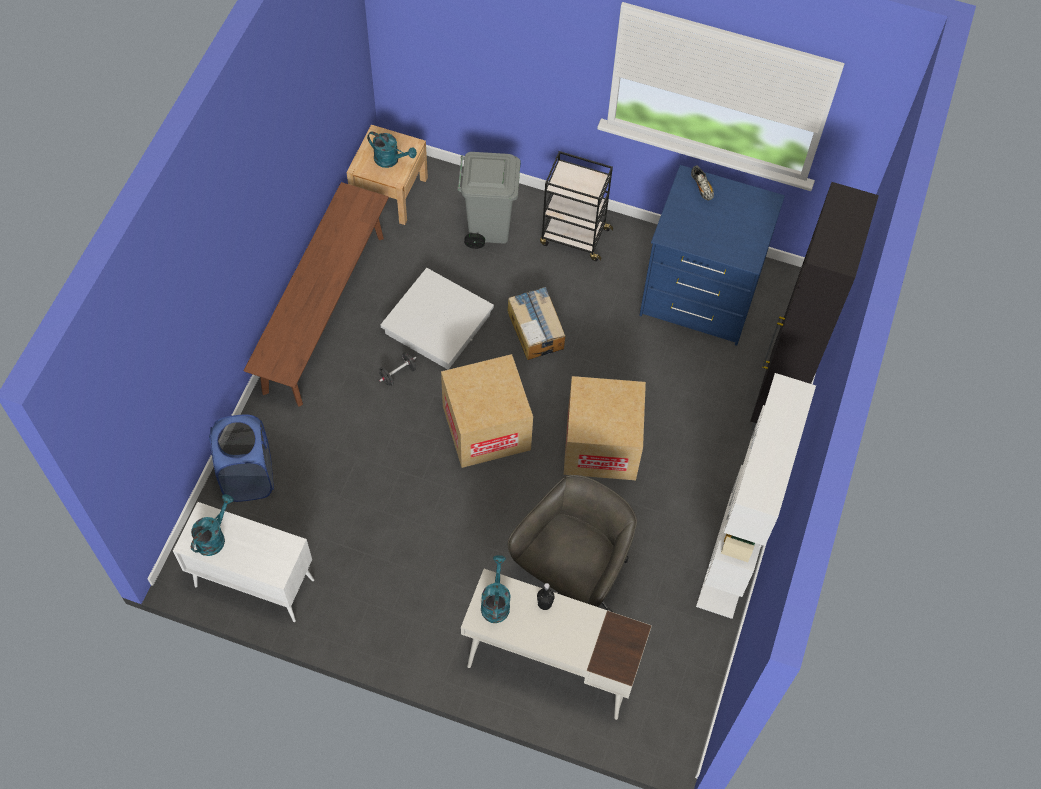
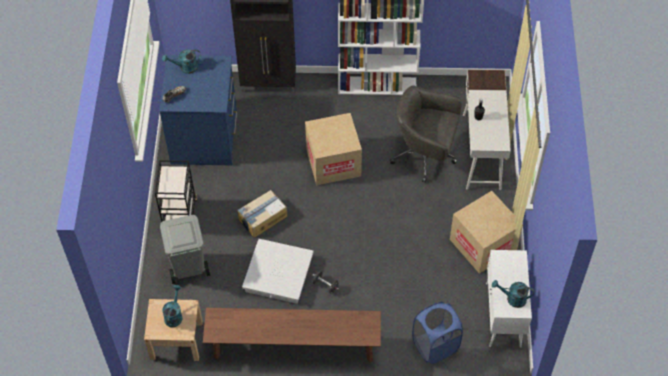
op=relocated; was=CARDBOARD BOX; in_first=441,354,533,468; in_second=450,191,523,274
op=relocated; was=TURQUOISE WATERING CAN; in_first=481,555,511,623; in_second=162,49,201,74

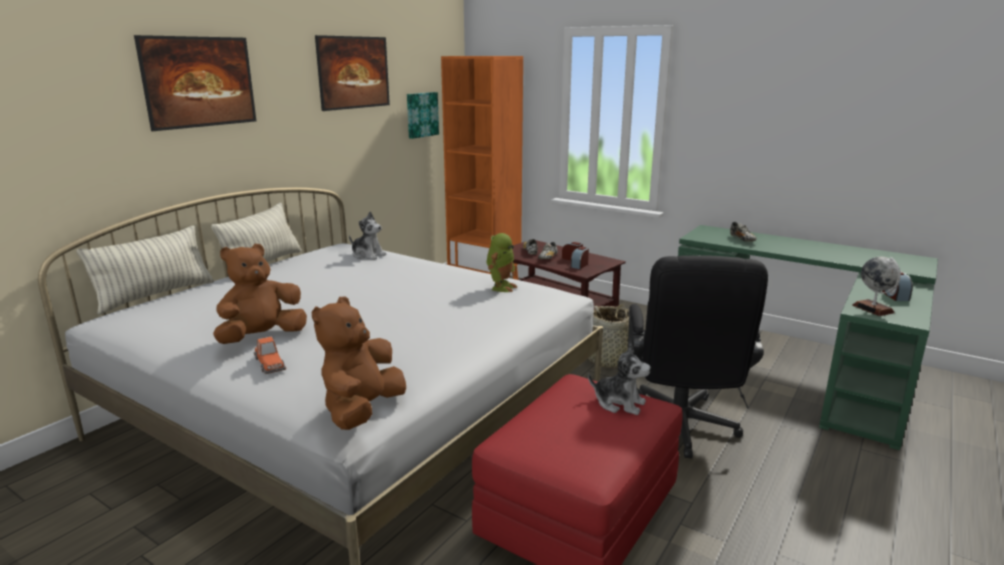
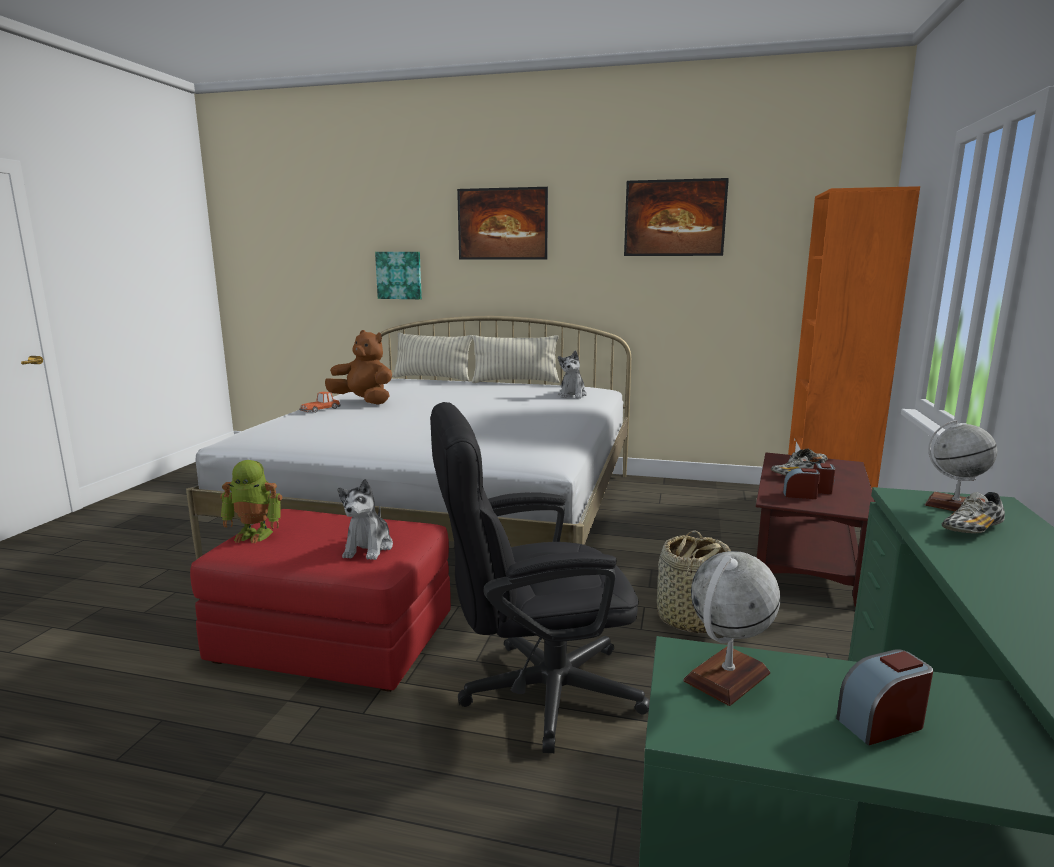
op=relocated; was=PICTURE; in_first=407,92,439,139; in_second=375,252,422,299
op=relocated; was=TOY ROBOT; in_first=487,233,518,292; in_second=220,460,282,543
op=missing; was=BROWN PLUSH TOY; in_first=312,296,406,430
op=appeared; now=GLOBE; in_second=925,420,997,511

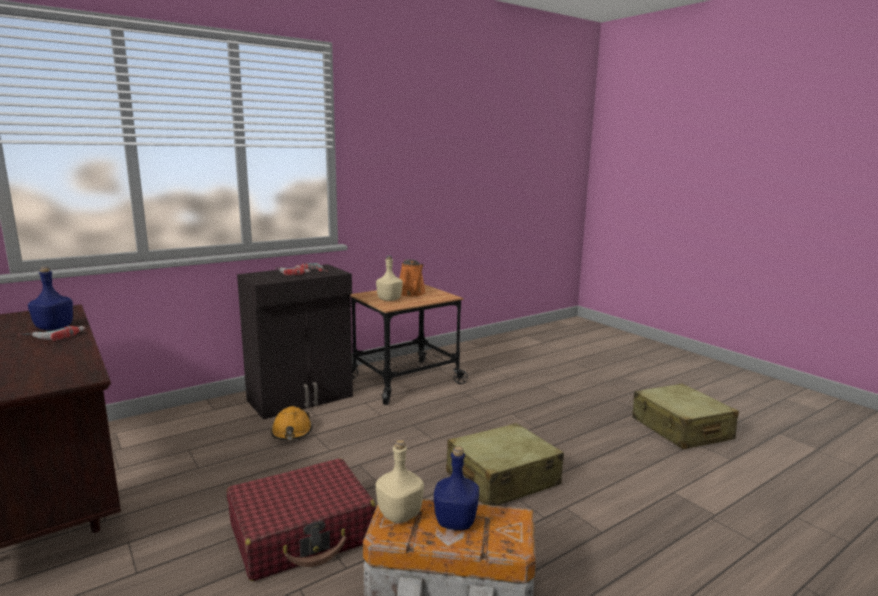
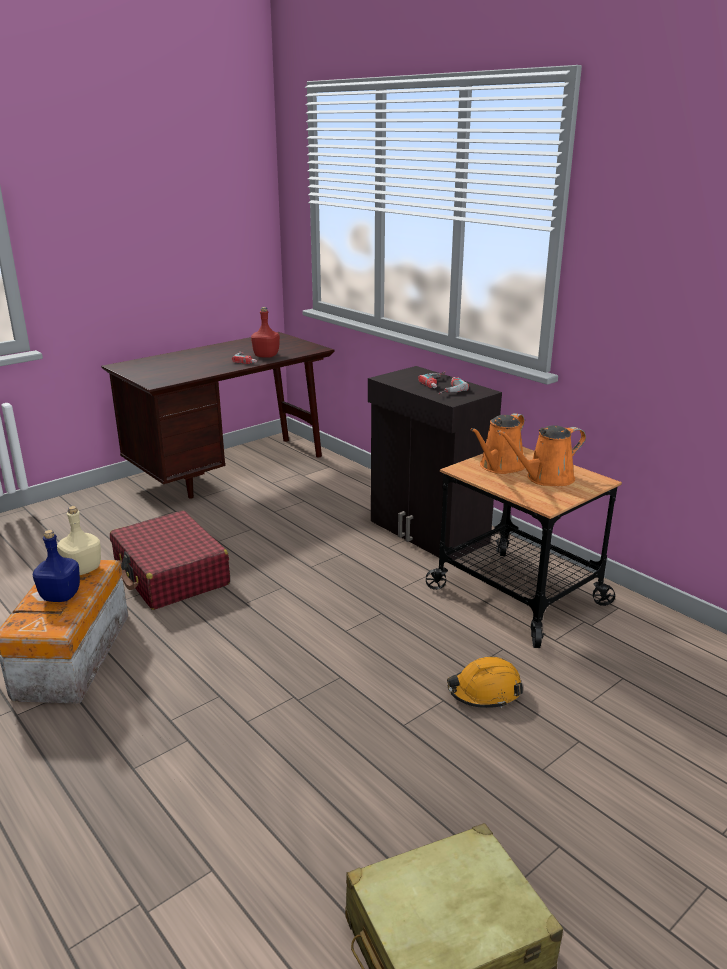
op=exchanged; was=BEIGE BOTTLE; now=ORANGE WATERING CAN; in_first=376,255,403,301; in_second=471,413,525,474
op=colour; was=BLUE BOTTLE; now=RED BOTTLE; in_first=28,266,73,330; in_second=251,307,280,358
op=relocated; was=ORANGE HARD HAT; in_first=271,406,313,440; in_second=447,657,523,708
op=missing; was=BEIGE SUITCASE; in_first=446,423,564,506

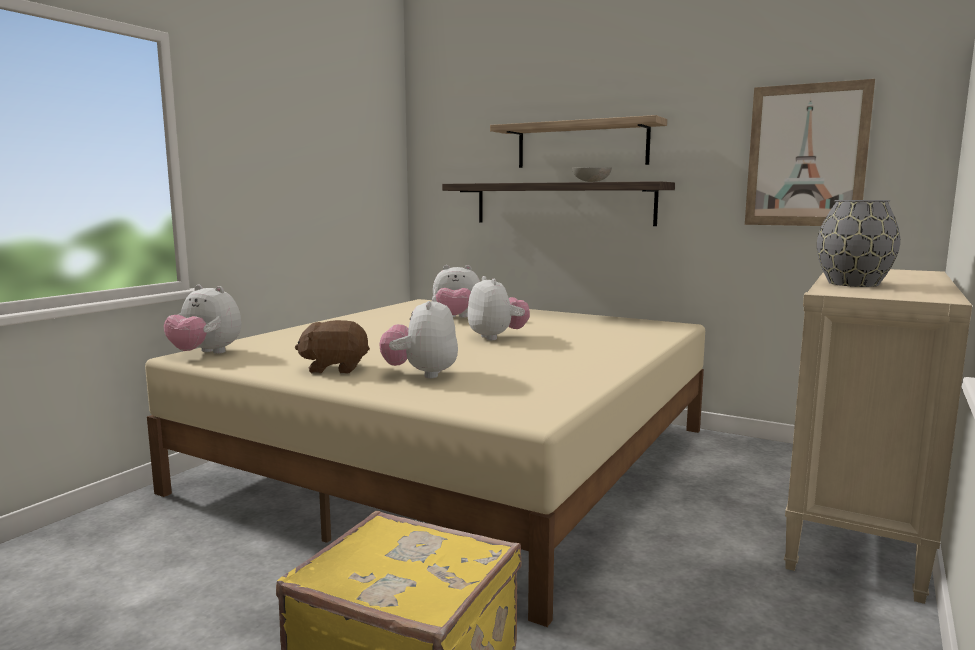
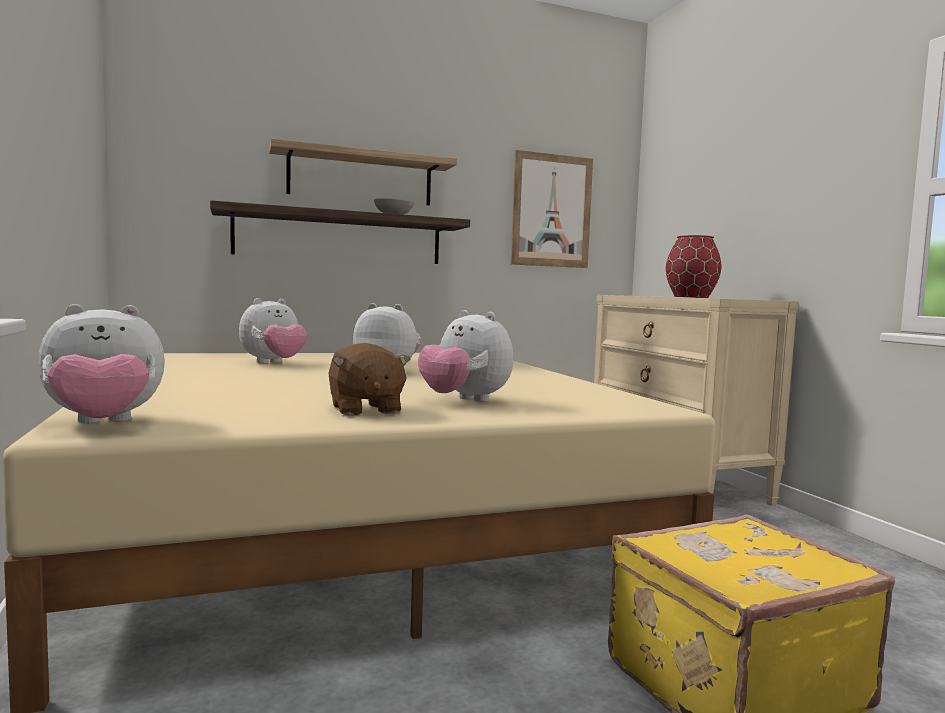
op=colour; was=GREY VASE; now=RED VASE; in_first=817,200,900,287; in_second=666,235,721,298
op=spun; was=BROWN PLUSH TOY; in_first=295,320,370,374; in_second=328,343,411,416; clockwise=-60

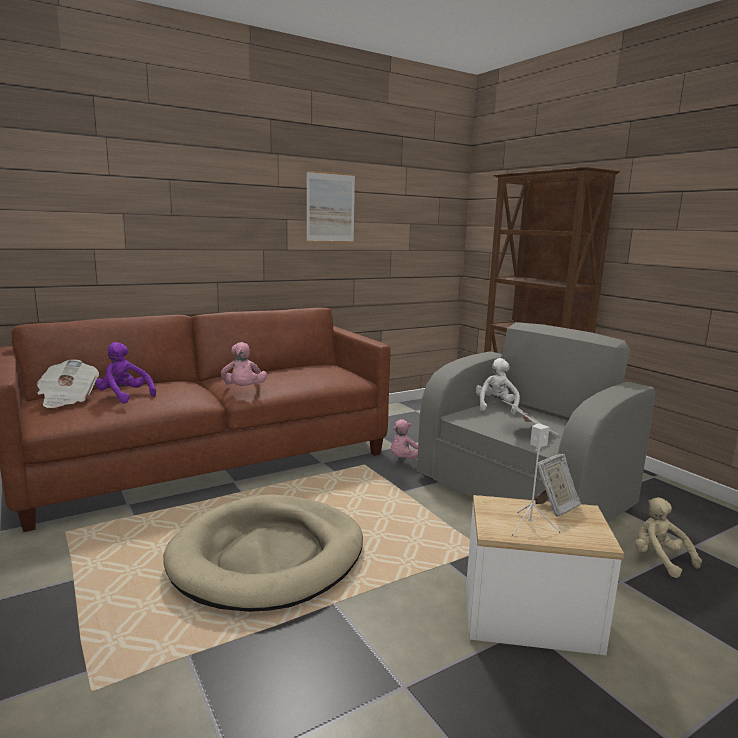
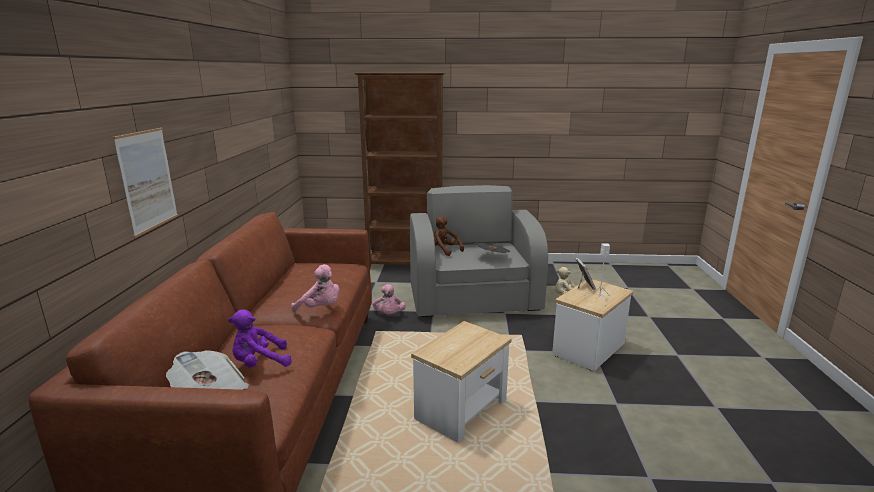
op=relocated; was=PICTURE; in_first=306,170,355,243; in_second=113,128,178,238
op=colour; was=WHITE PLUSH TOY; now=BROWN PLUSH TOY; in_first=476,358,520,415; in_second=434,216,464,256
op=exchanged; was=BEIGE DOG BED; now=SIDE TABLE; in_first=163,495,363,612; in_second=411,321,511,443

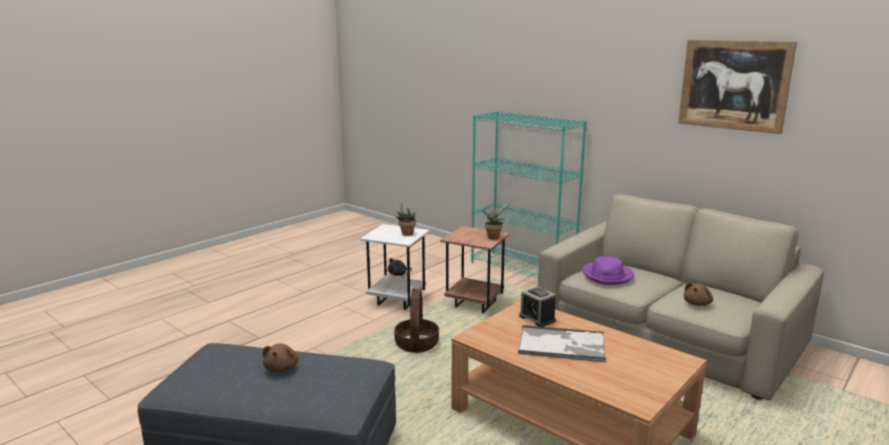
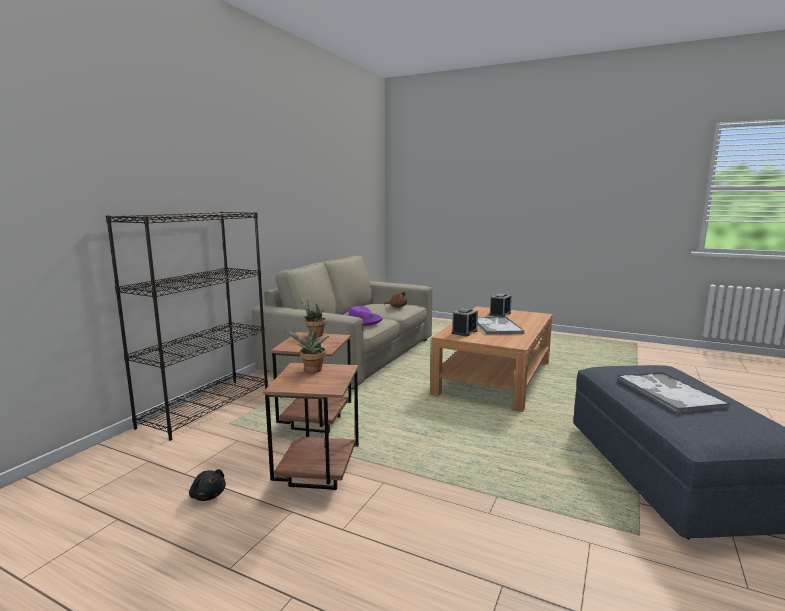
op=missing; was=PICTURE; in_first=678,40,797,134
op=colour; was=TURQUOISE BOOKCASE; now=BLACK BOOKCASE; in_first=471,111,587,278; in_second=106,212,268,441
op=colour; was=WHITE SIDE TABLE; now=BROWN SIDE TABLE; in_first=360,224,430,310; in_second=263,363,359,490
op=missing; was=BASKET; in_first=394,288,439,353
op=exchanged; was=BROWN PLUSH TOY; now=TRAY; in_first=263,343,299,372; in_second=617,372,730,413
op=appeared; now=ALARM CLOCK; in_second=489,293,512,317

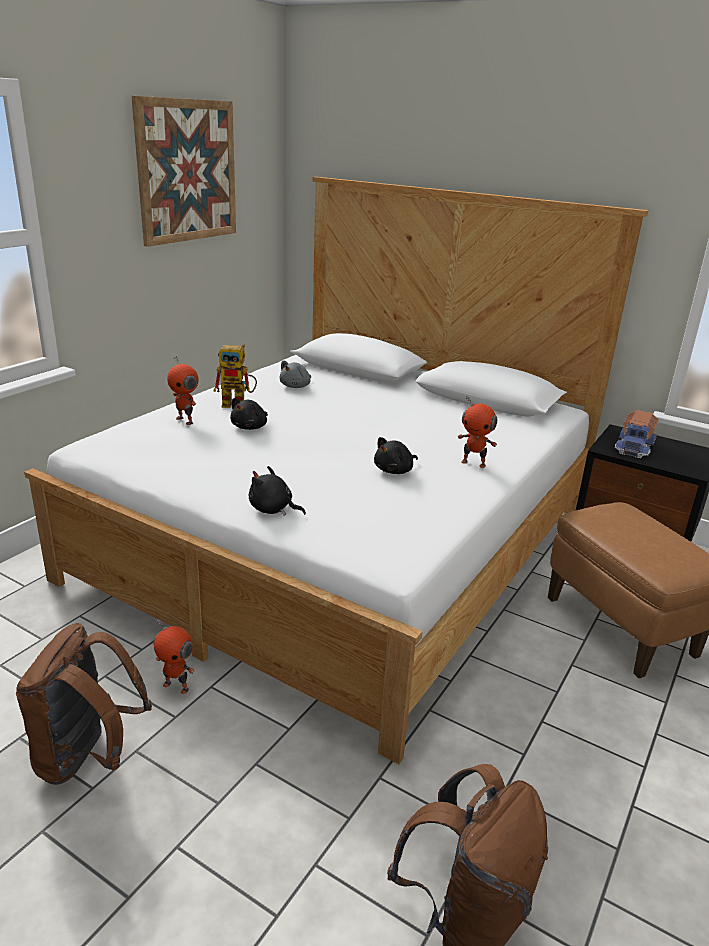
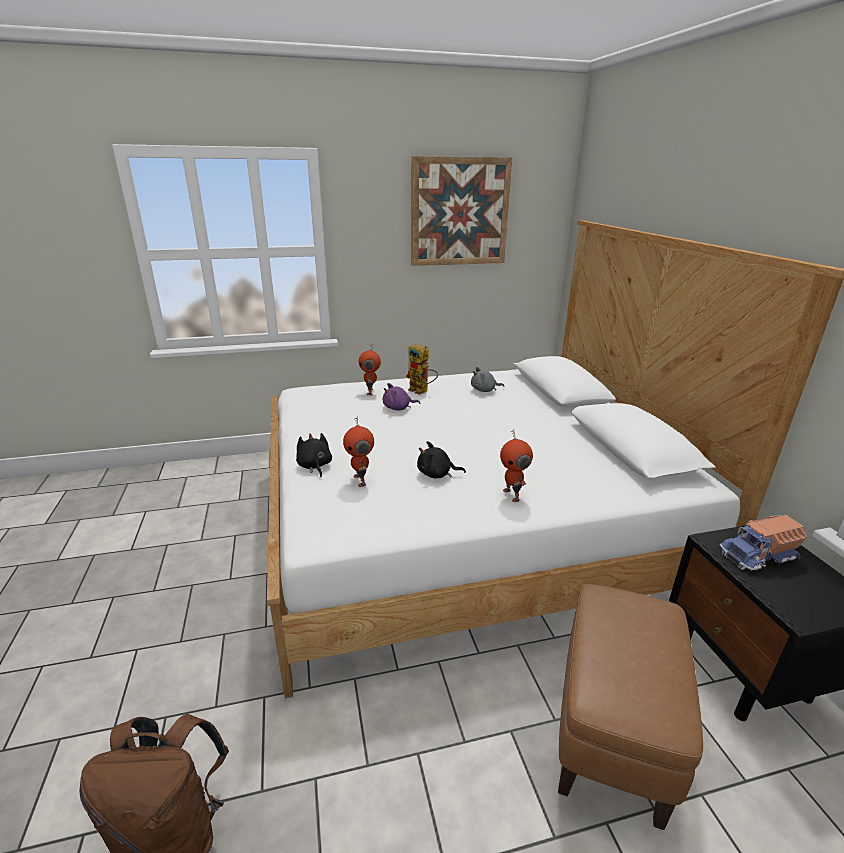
op=colour; was=BLACK PLUSH TOY; now=PURPLE PLUSH TOY; in_first=230,398,268,430; in_second=383,383,420,411
op=relocated; was=TOY ROBOT; in_first=153,618,195,694; in_second=343,416,374,487
op=missing; was=BROWN BACKPACK; in_first=16,623,152,785

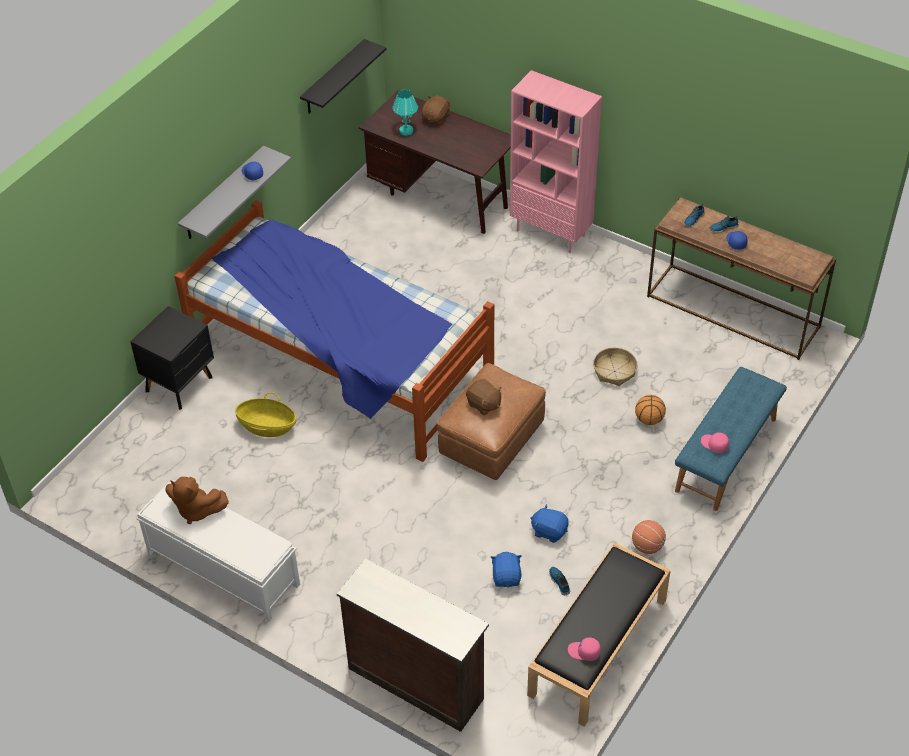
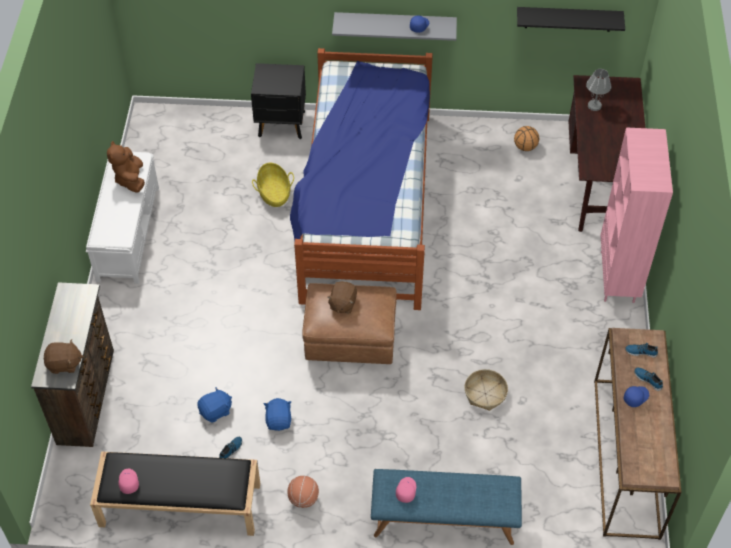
op=colour; was=TURQUOISE TABLE LAMP; now=GREY TABLE LAMP; in_first=392,90,418,136; in_second=586,69,612,111
op=relocated; was=BROWN PLUSH TOY; in_first=422,95,451,125; in_second=44,339,84,374
op=relocated; was=BASKETBALL; in_first=635,395,666,425; in_second=514,126,539,151

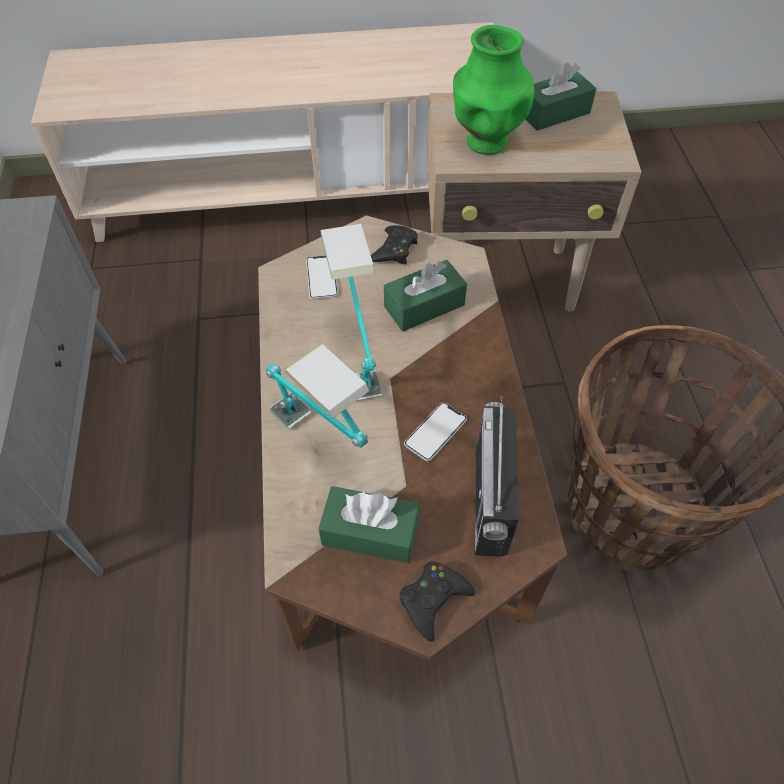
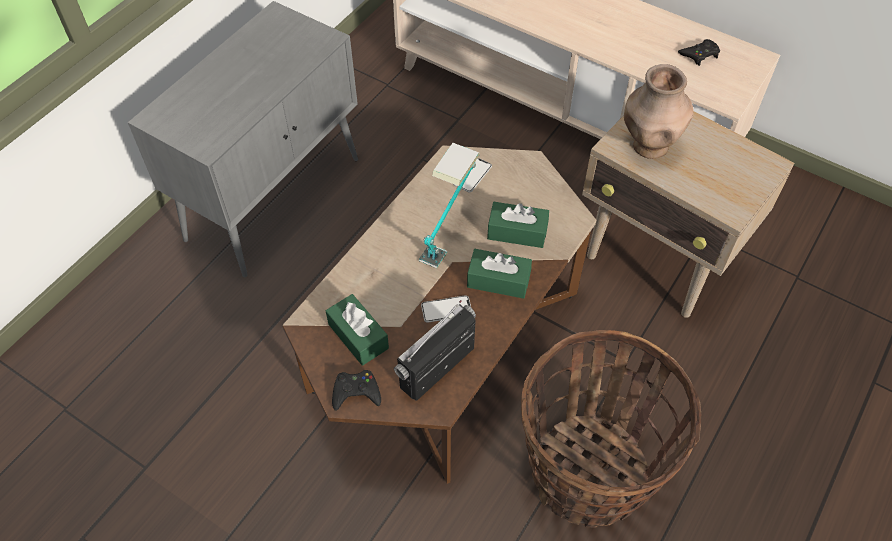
op=colour; was=GREEN VASE; now=BROWN VASE; in_first=453,25,534,155; in_second=624,64,694,159
op=relocated; was=GREEN TISSUE BOX; in_first=525,62,596,131; in_second=467,249,532,299
op=relocated; was=BLACK GAME CONTROLLER; in_first=371,225,418,264; in_second=678,39,720,66
op=missing; was=TABLE LAMP; in_first=266,344,369,448

